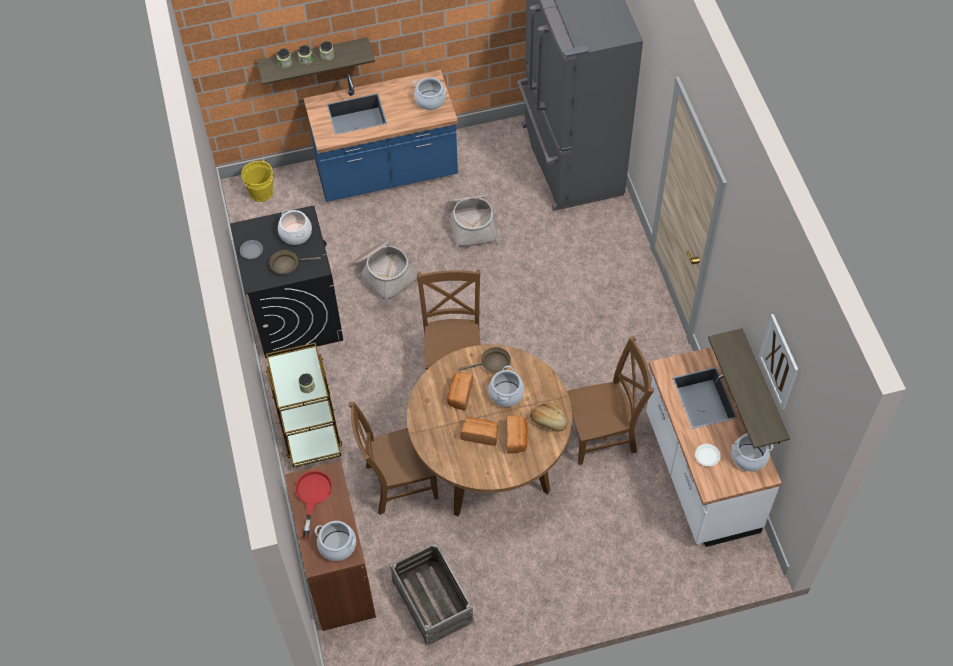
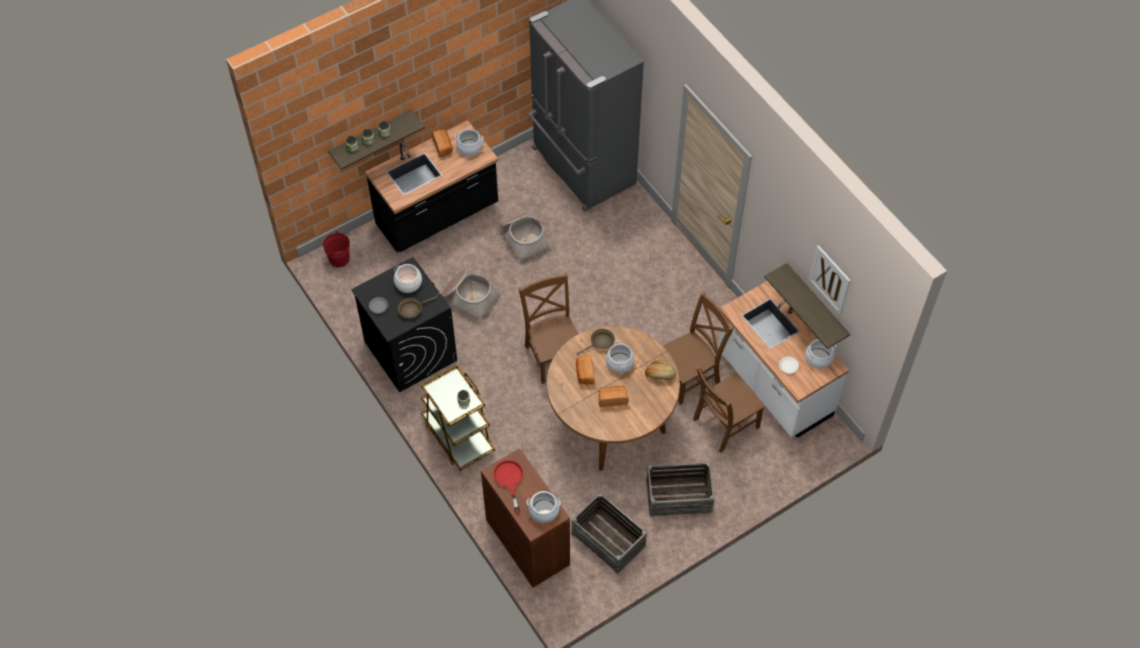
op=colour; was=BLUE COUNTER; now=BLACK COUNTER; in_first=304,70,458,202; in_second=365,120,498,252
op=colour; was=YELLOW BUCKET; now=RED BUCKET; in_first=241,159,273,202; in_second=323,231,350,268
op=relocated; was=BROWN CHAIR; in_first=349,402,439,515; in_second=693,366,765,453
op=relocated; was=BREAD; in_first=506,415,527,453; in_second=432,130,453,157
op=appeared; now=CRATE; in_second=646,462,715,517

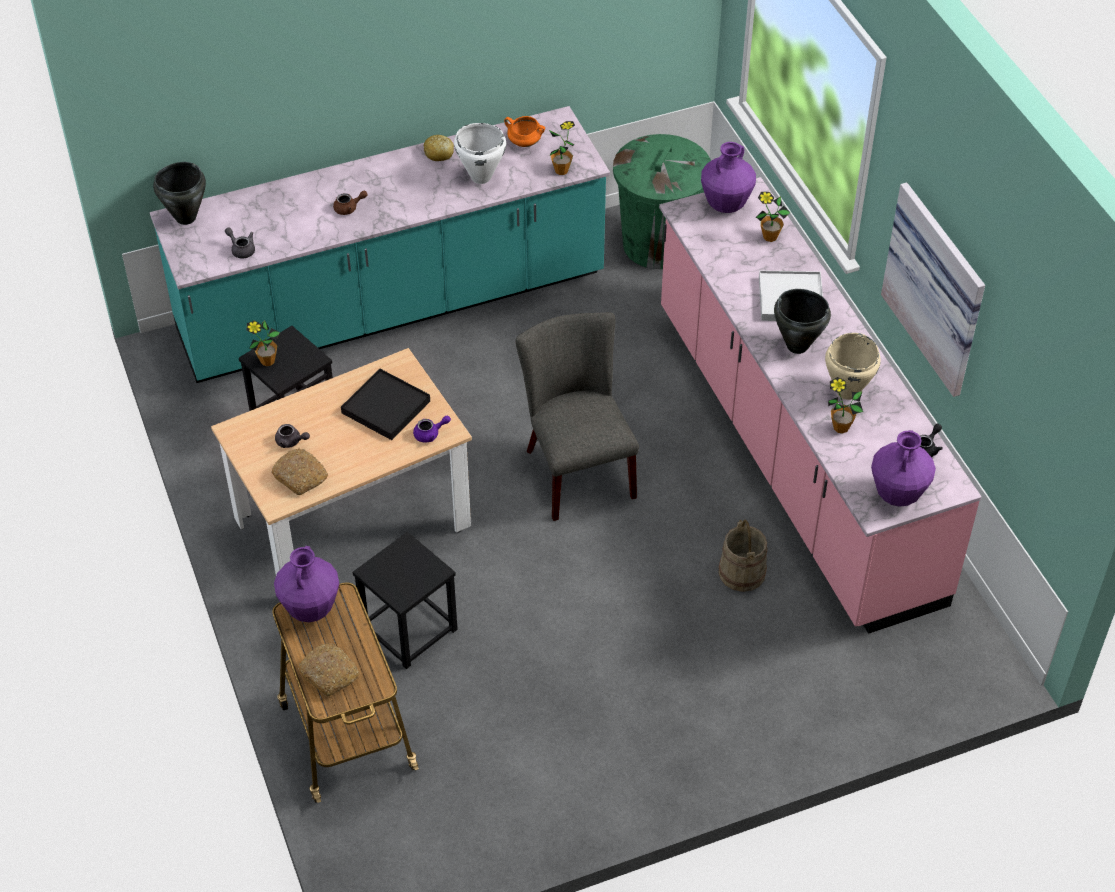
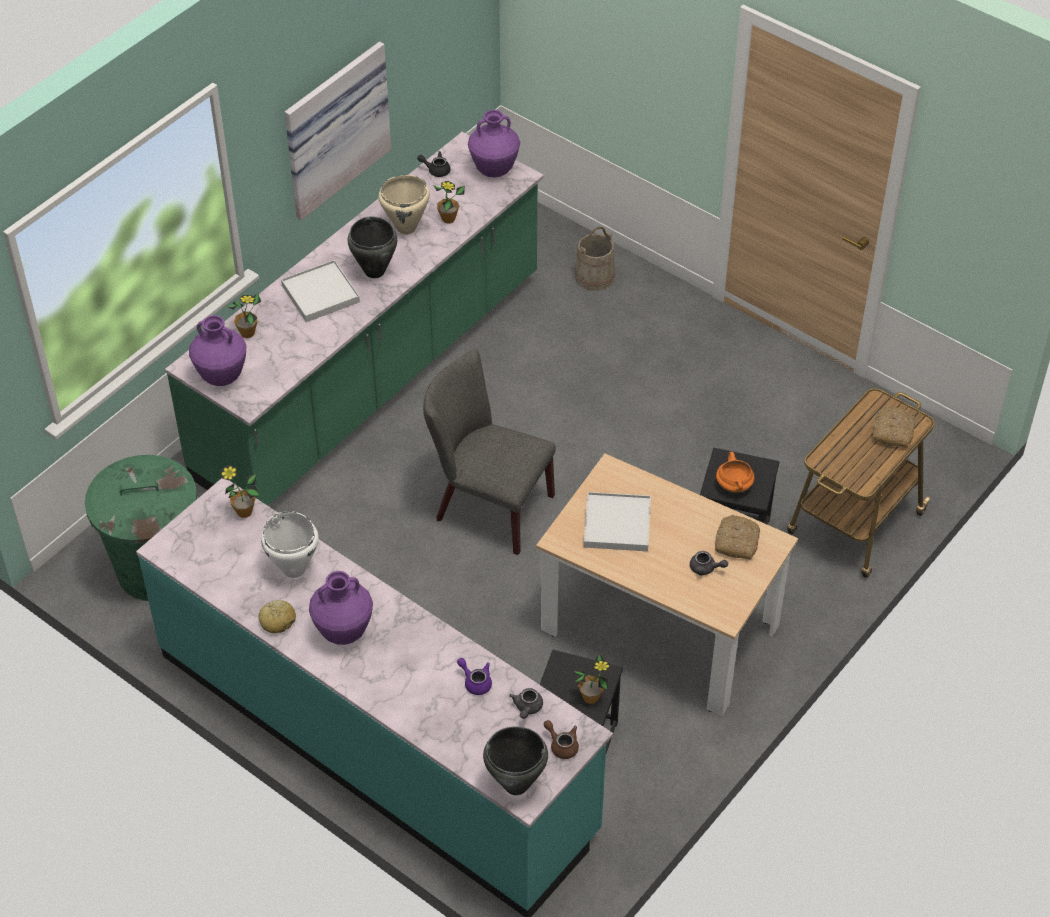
op=relocated; was=ORANGE COOKING POT; in_first=504,116,545,147; in_second=716,452,754,493
op=colour; was=PINK COUNTER; now=GREEN COUNTER; in_first=659,177,982,634; in_second=165,132,544,506
op=relocated; was=BROWN TEAPOT; in_first=333,191,368,215; in_second=544,720,579,759
op=spun; was=GREY CHAIR; in_first=516,312,639,521; in_second=423,349,556,555; clockwise=75
op=colour; was=BLACK TRAY; now=WHITE TRAY; in_first=341,369,430,440; in_second=584,492,651,551
op=relocated; was=PURPLE TEAPOT; in_first=413,416,451,443; in_second=457,658,492,695
op=spun; was=GREY TEAPOT; in_first=275,424,310,448; in_second=690,551,728,575; clockwise=120
op=relocated; was=BEIGE BUCKET; in_first=719,519,767,592; in_second=575,227,615,291
op=relocated; was=PURPLE VASE; in_first=274,546,339,622; in_second=309,571,373,645

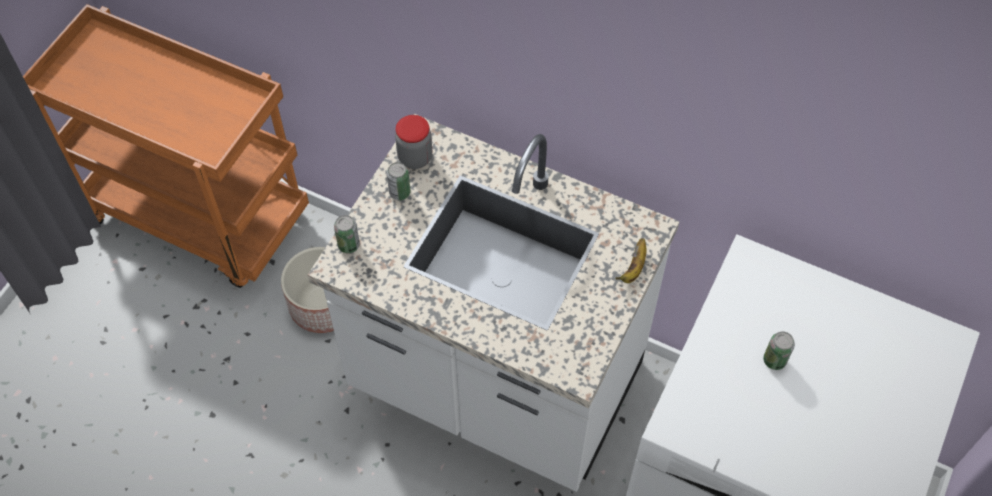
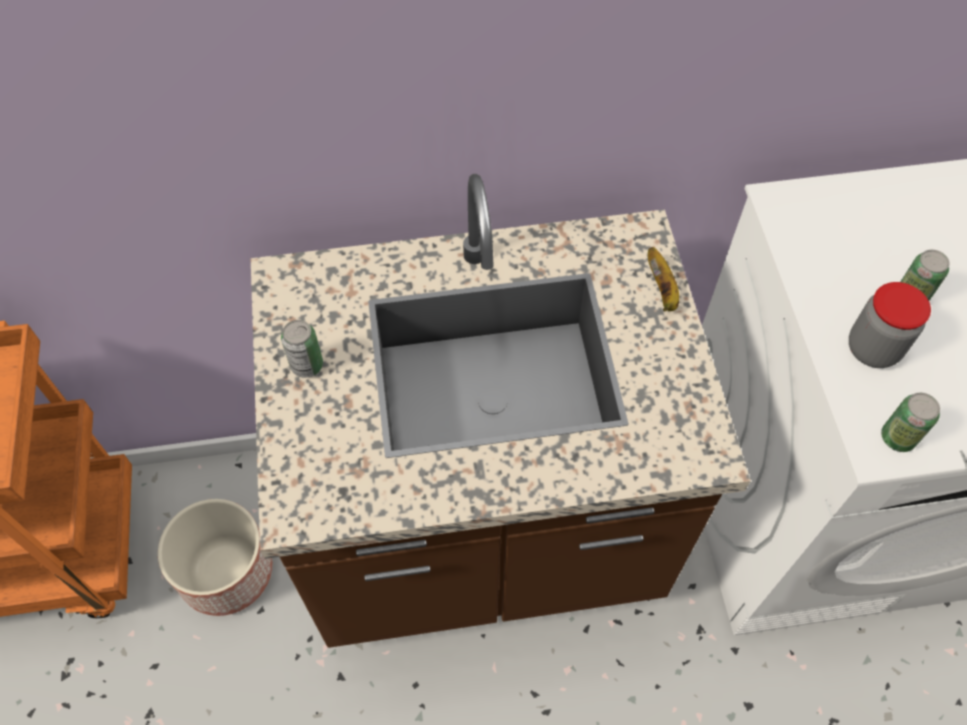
op=colour; was=WHITE COUNTER; now=BROWN COUNTER; in_first=308,114,680,492; in_second=251,174,751,648
op=relocated; was=JAR; in_first=395,115,432,169; in_second=849,282,931,368
op=relocated; was=CAN; in_first=334,215,360,253; in_second=881,393,940,452

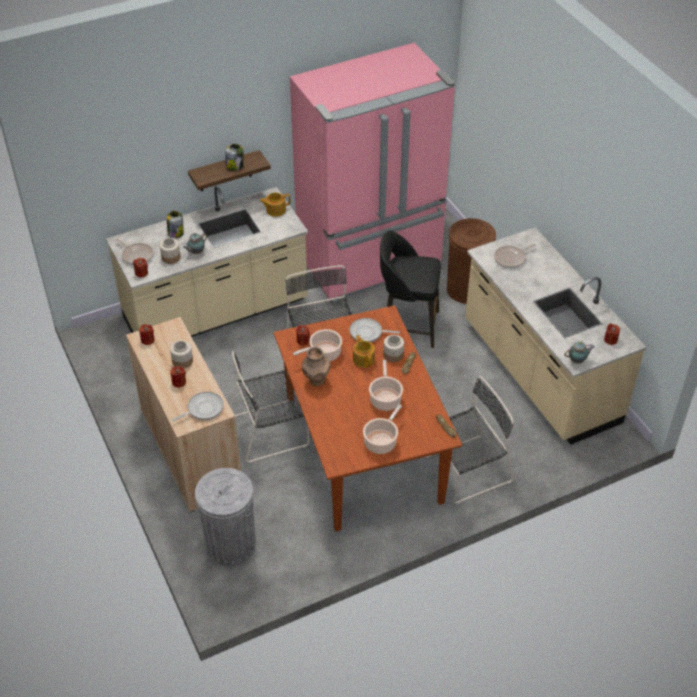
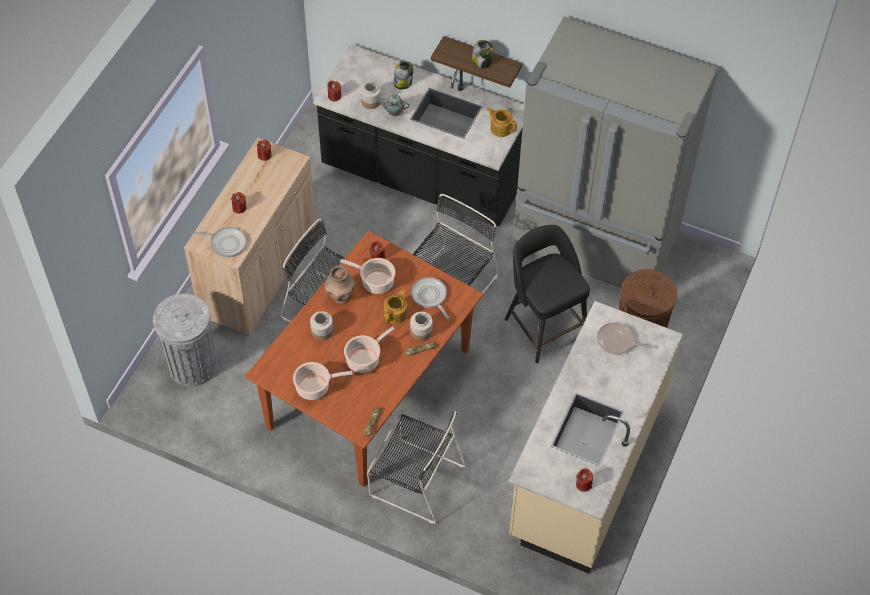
op=colour; was=PINK FRIDGE; now=GREY FRIDGE; in_first=290,43,455,305; in_second=513,16,718,288
op=colour; was=BEIGE COUNTER; now=BLACK COUNTER; in_first=106,186,308,337; in_second=313,44,524,226
op=missing; was=FRYING PAN; in_first=116,238,153,265
op=relocated; was=JAR; in_first=170,340,193,368; in_second=310,311,333,341
op=missing; was=TEAPOT; in_first=564,341,595,364

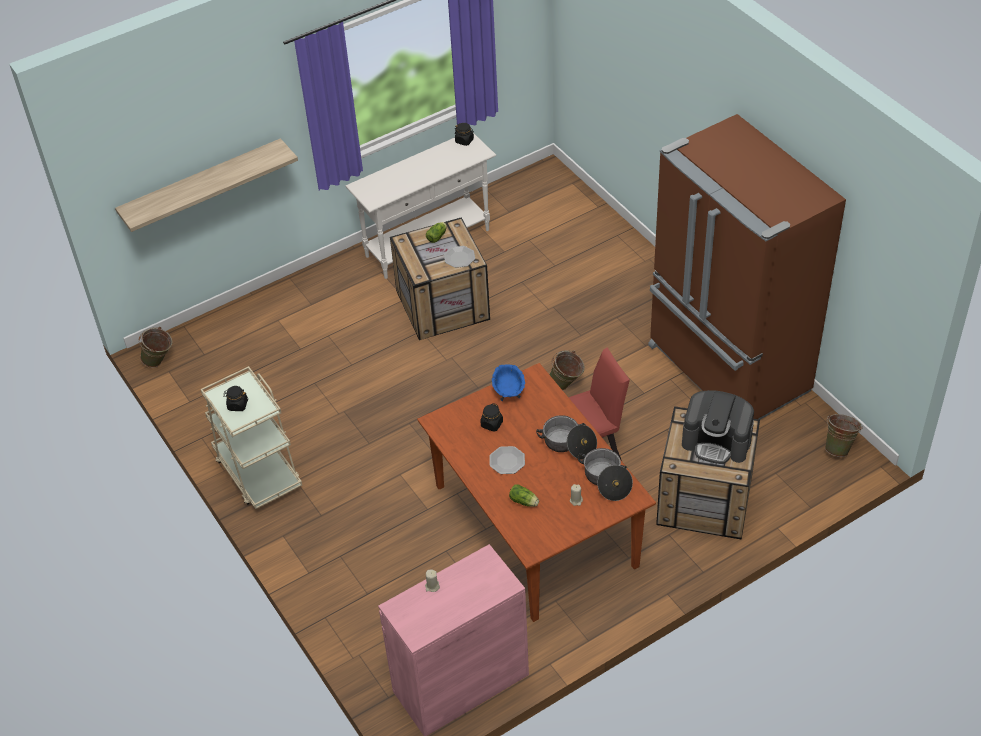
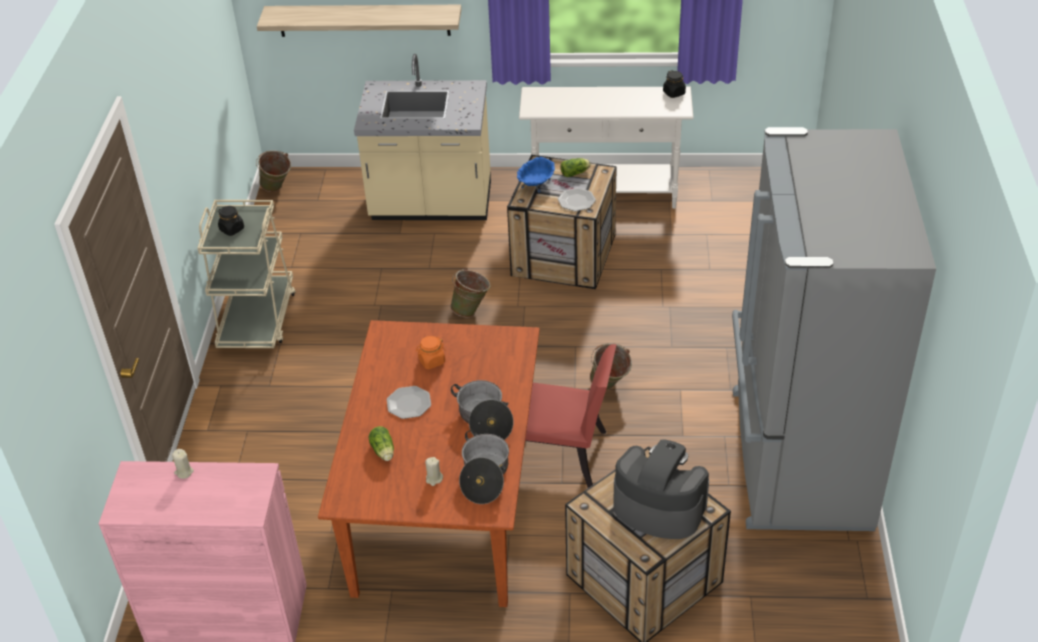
op=colour; was=BROWN FRIDGE; now=GREY FRIDGE; in_first=648,114,846,420; in_second=732,127,936,531
op=relocated; was=BLUE BOWL; in_first=492,365,525,401; in_second=517,157,555,193
op=spun; was=COFFEE MACHINE; in_first=682,390,754,464; in_second=613,439,709,539; clockwise=150
op=colour; was=BLACK JAR; now=ORANGE JAR; in_first=480,403,503,432; in_second=416,336,445,369
op=relocated; was=GREEN BUCKET; in_first=825,414,863,457; in_second=450,267,491,318
op=appeared; now=BEIGE COUNTER; in_second=354,54,491,220

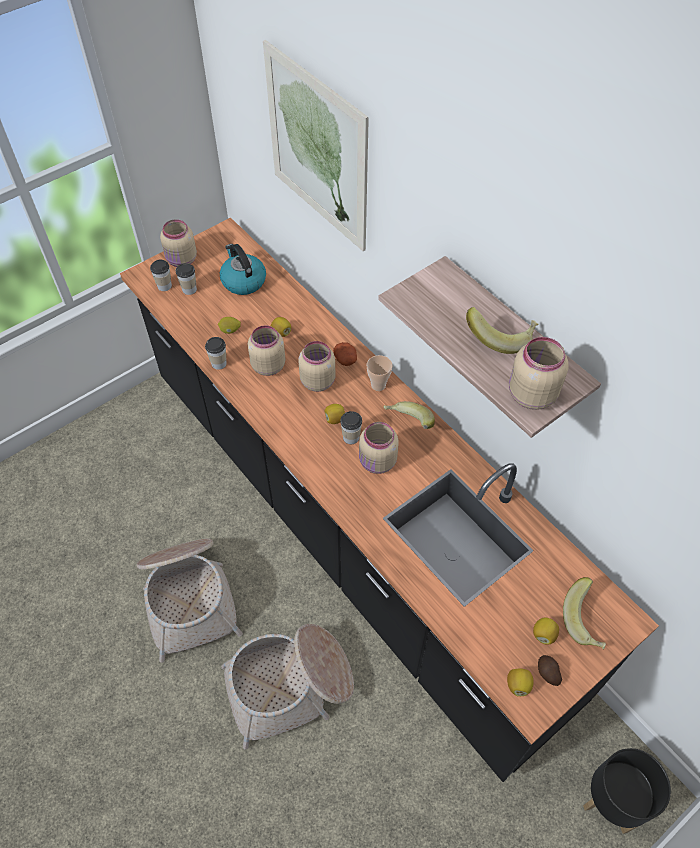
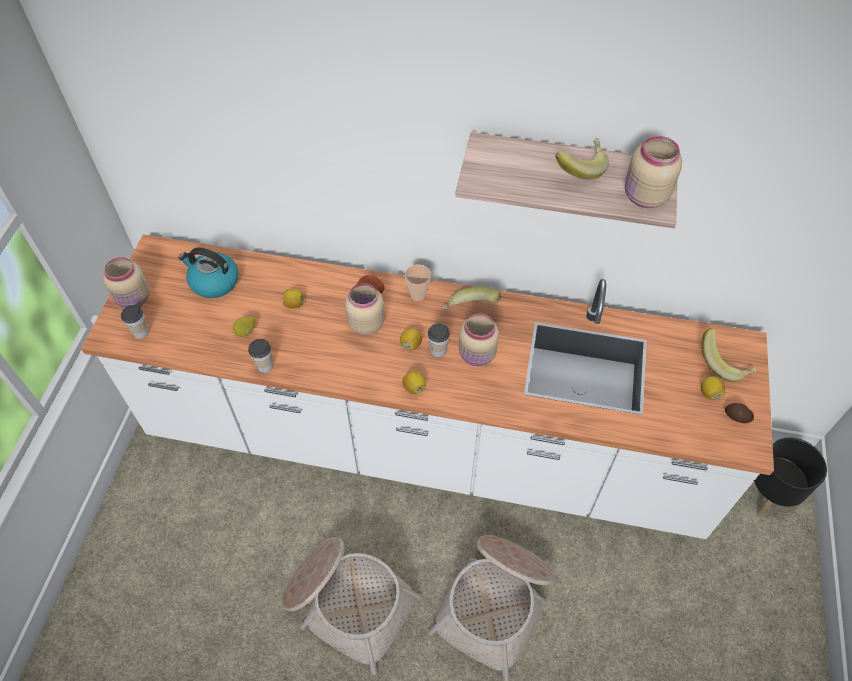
op=missing; was=PICTURE; in_first=263,40,369,251
op=colour; was=BLACK COUNTER; now=WHITE COUNTER; in_first=120,218,659,782; in_second=81,234,774,539
op=missing; was=CUP; in_first=176,263,197,295
op=missing; was=BEIGE JAR; in_first=248,325,285,376
op=relocated; was=LEMON; in_first=507,668,534,696; in_second=402,371,426,394

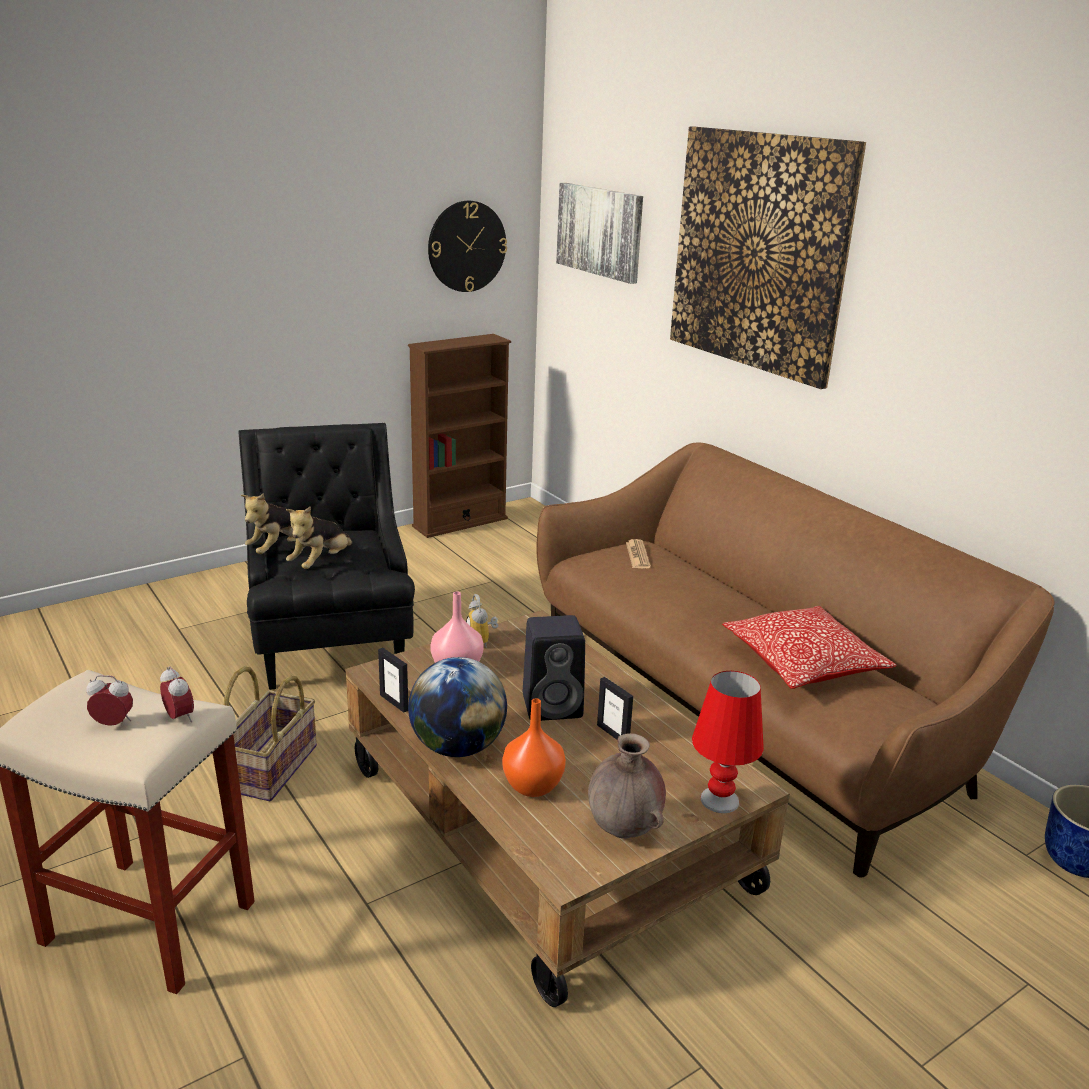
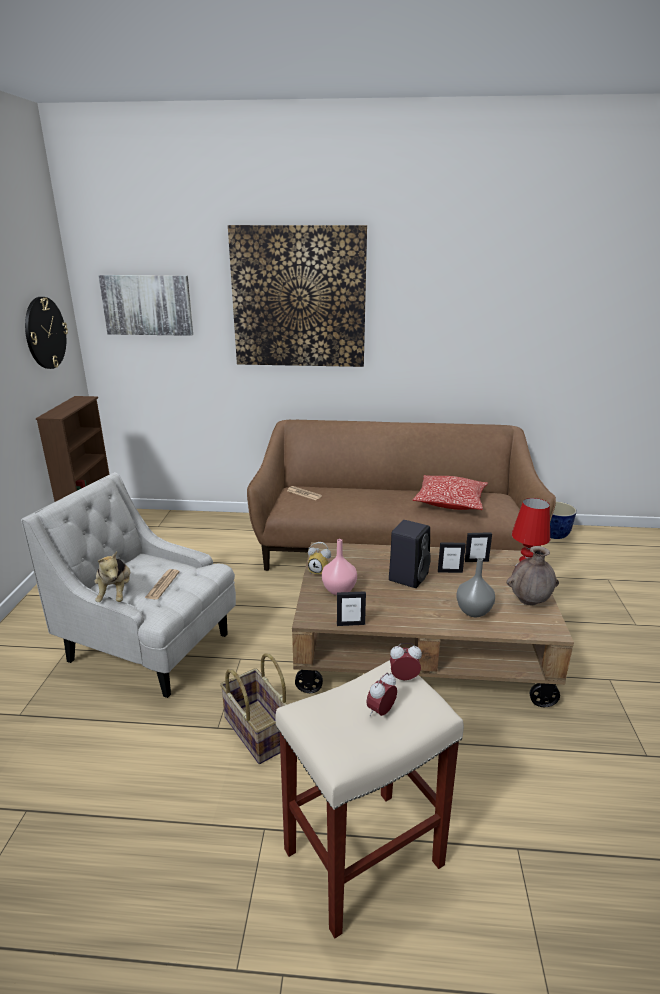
op=colour; was=BLACK ARMCHAIR; now=WHITE ARMCHAIR; in_first=238,423,415,690; in_second=21,472,236,698
op=exchanged; was=PLUSH TOY; now=NEWSPAPER; in_first=286,507,353,569; in_second=145,569,180,600
op=missing; was=GLOBE; in_first=408,657,507,757
op=colour; was=ORANGE VASE; now=GREY VASE; in_first=502,698,566,797; in_second=456,558,495,617
op=appeared; now=PICTURE FRAME; in_second=465,532,492,562

